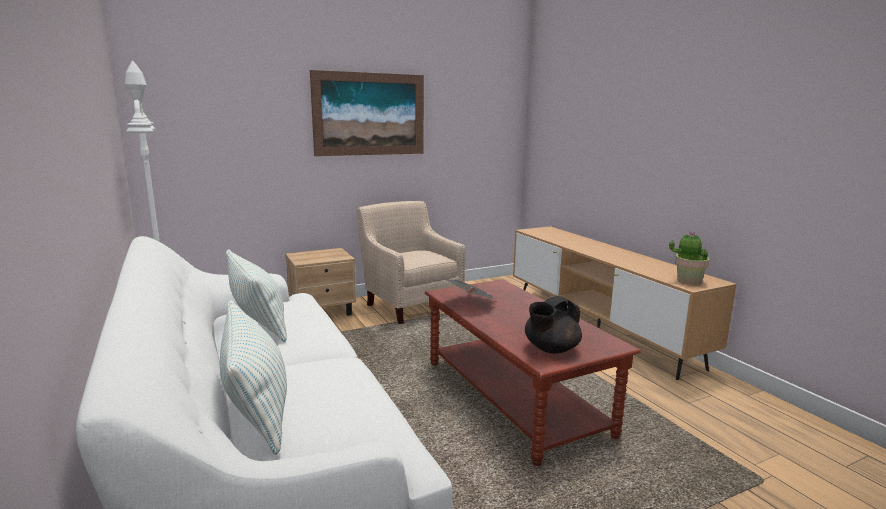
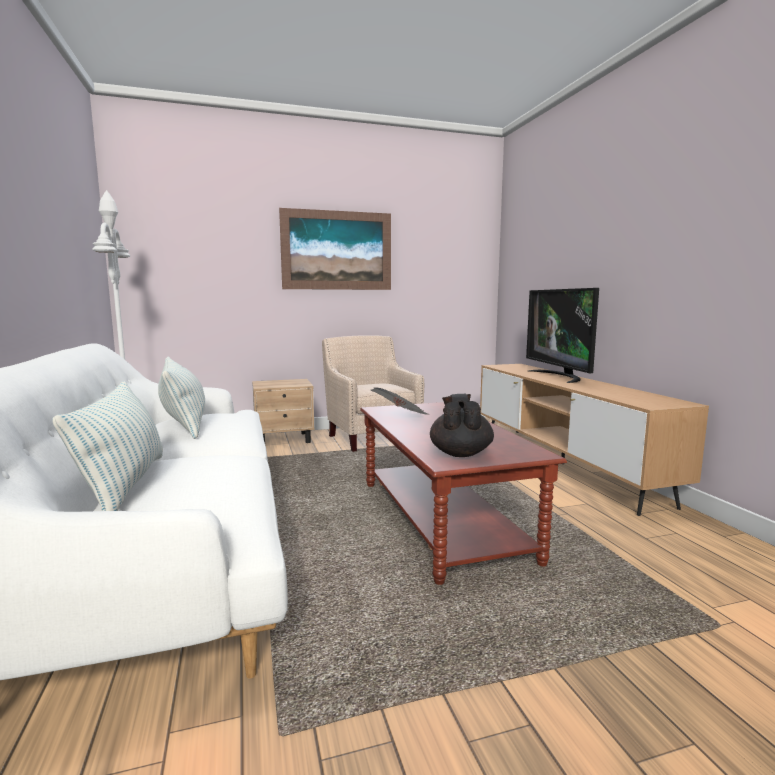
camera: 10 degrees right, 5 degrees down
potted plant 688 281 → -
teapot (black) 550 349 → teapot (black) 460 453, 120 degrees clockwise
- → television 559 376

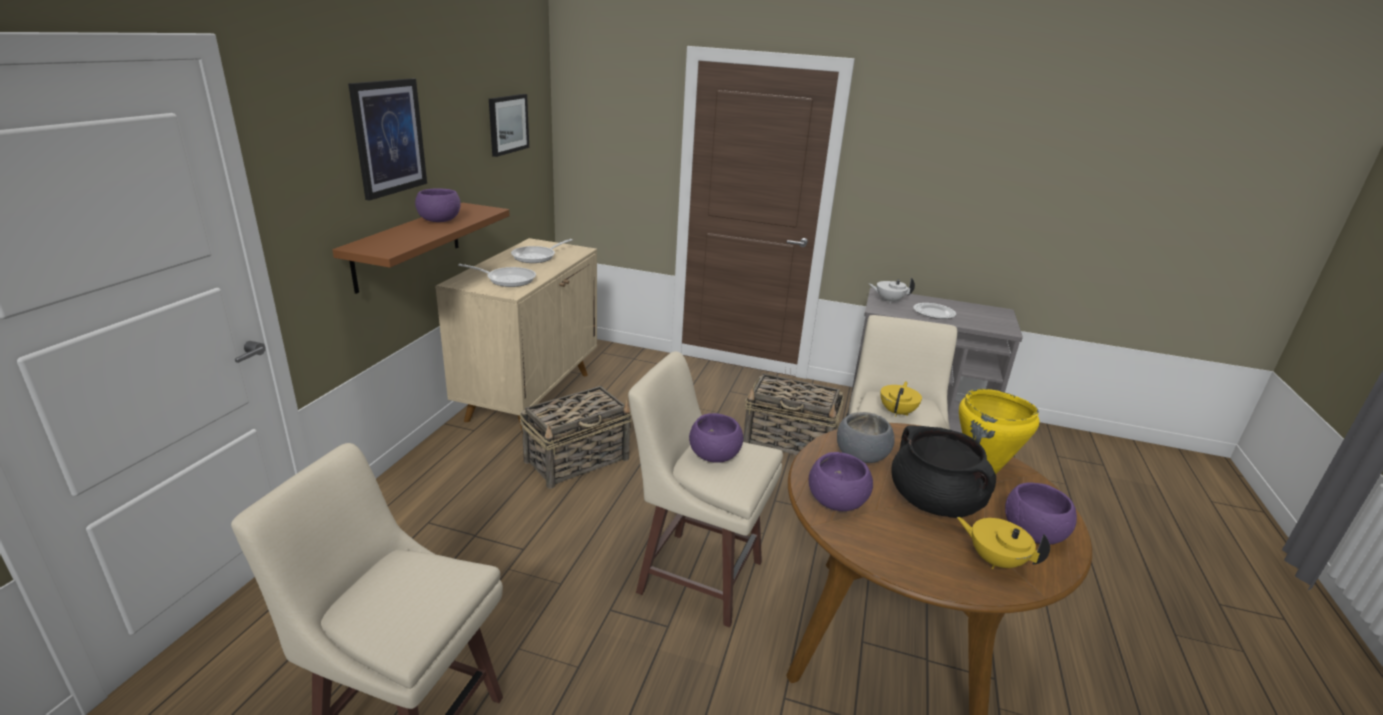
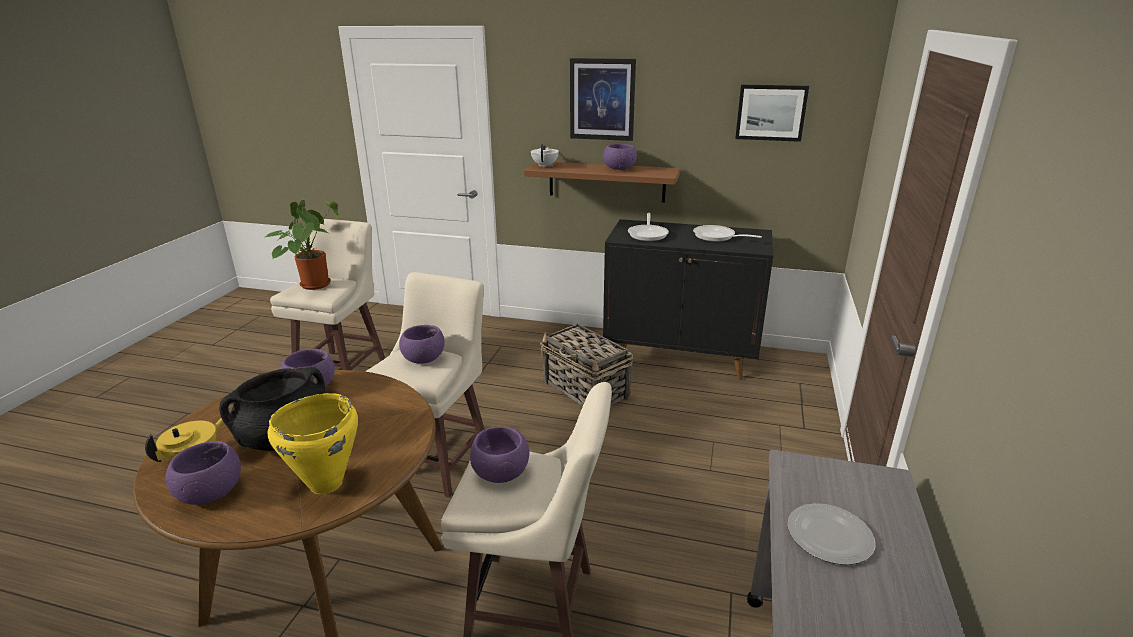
camera: 90 degrees right, 0 degrees up
cabinet (beige) 530 395 → cabinet (black) 681 357
teapot (white) 888 300 → teapot (white) 545 166, relocated
basket 790 441 → -
teapot (yellow) 897 412 → bowl (purple) 501 472
bowl (grey) 861 455 → -
- → potted plant 315 283

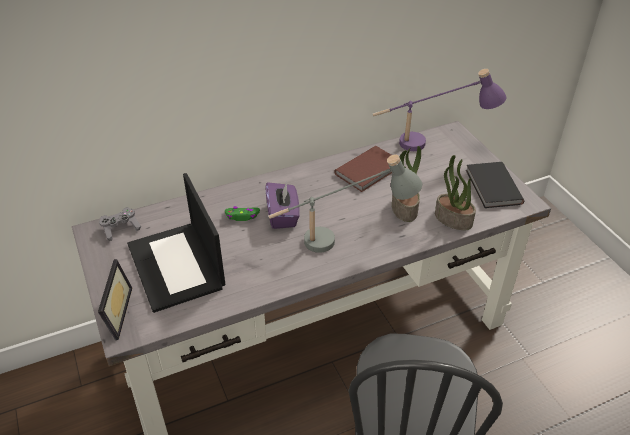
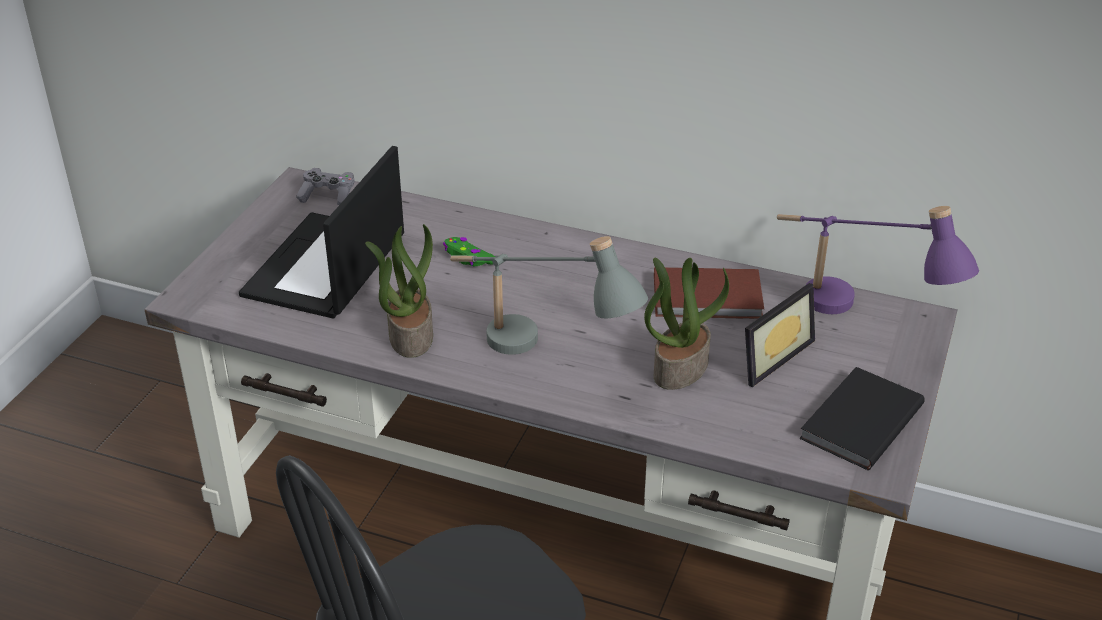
camera: 45 degrees right, 5 degrees down
potted plant 452 219 → potted plant 409 335, relocated
tissue box (purple) 283 215 → -
picture frame 113 313 → picture frame 769 355, relocated

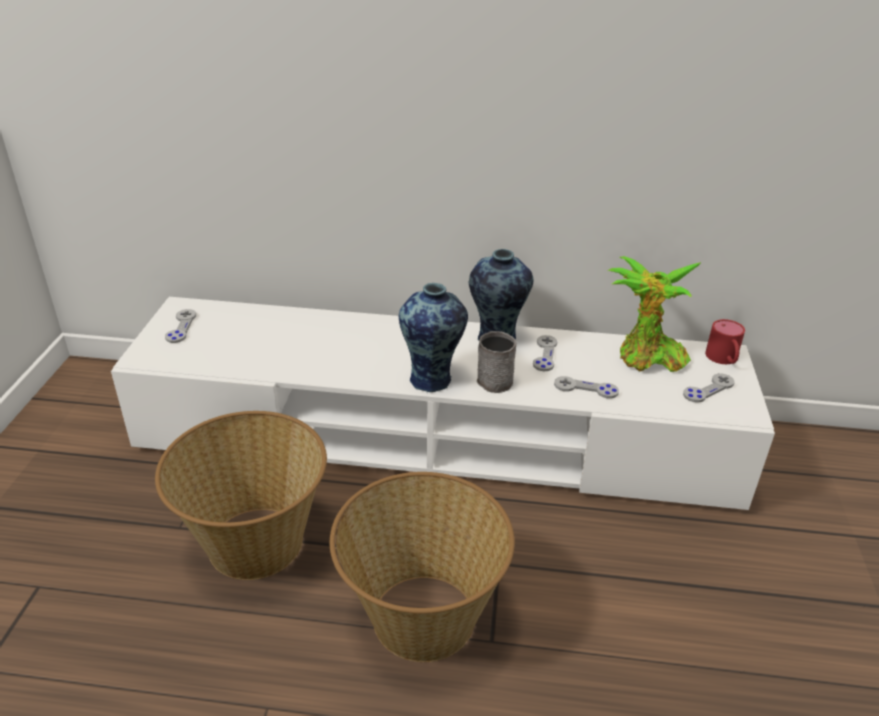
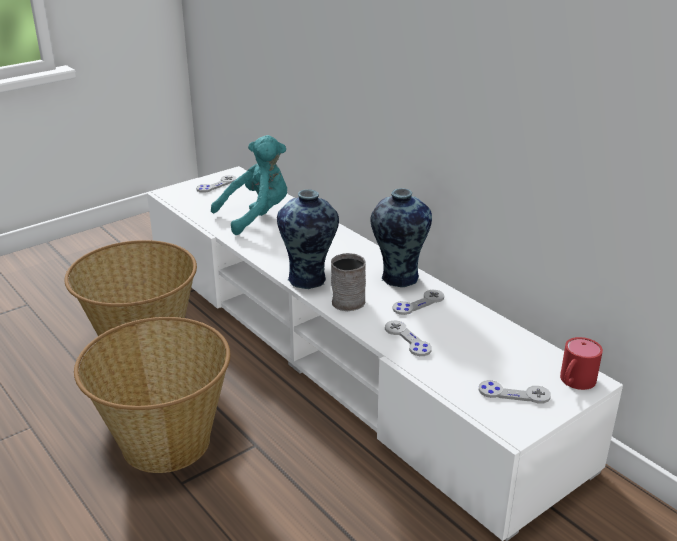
camera: 45 degrees right, 5 degrees down
potted plant 647 358 → -
- → plush toy (turquoise) 256 216

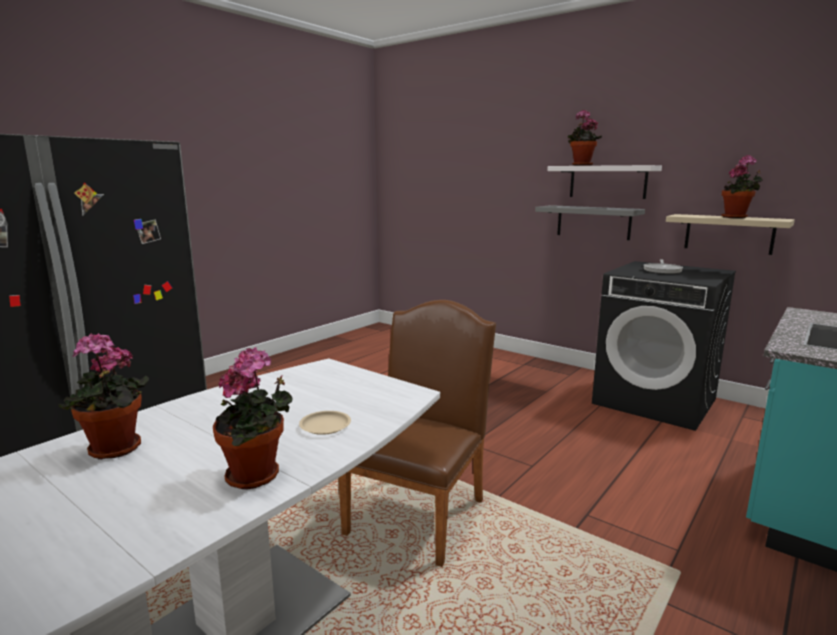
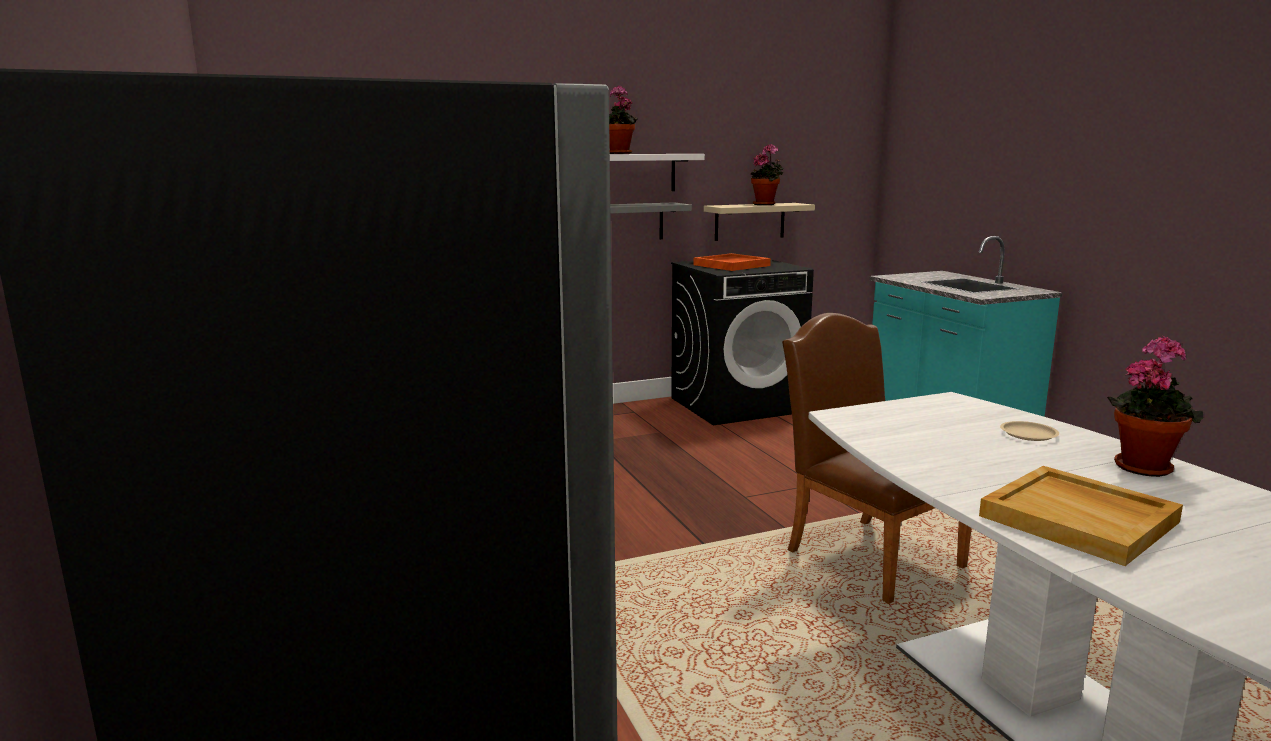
camera: 60 degrees left, 0 degrees up
frying pan 662 270 → tray (orange) 731 265
potted plant 114 451 → tray (beige) 1080 519

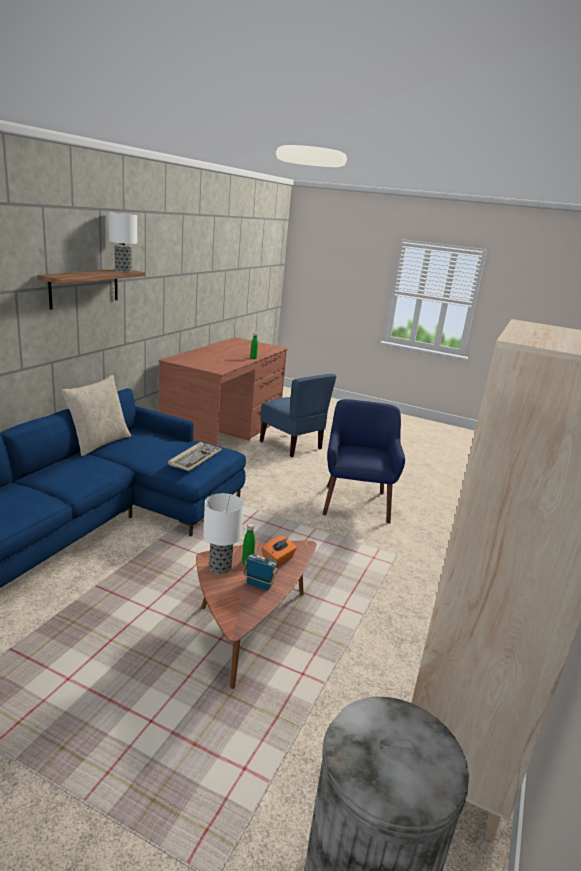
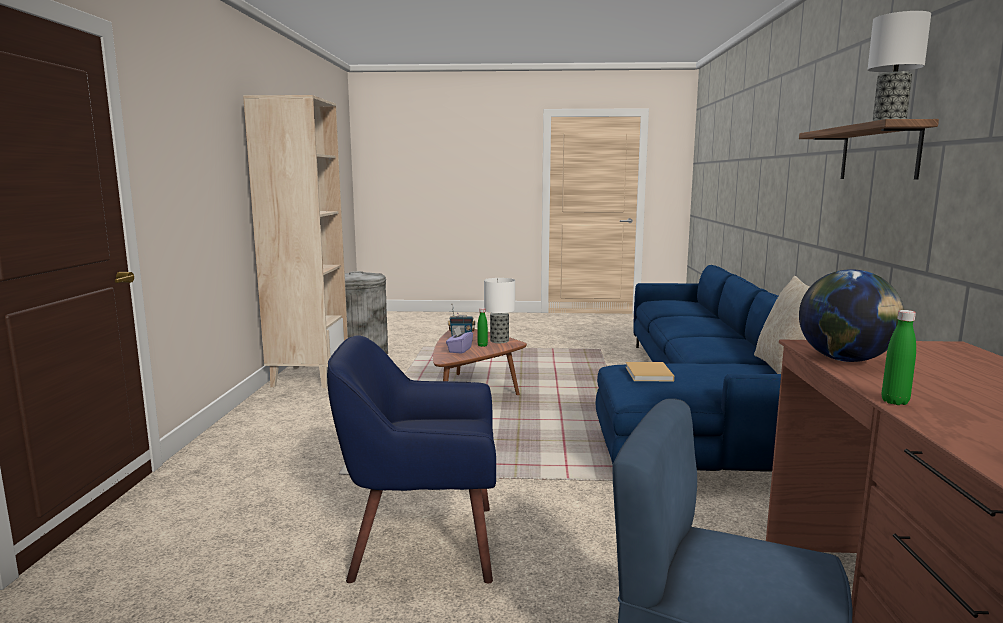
camera: 160 degrees right, 10 degrees down
armchair (blue) 355 503 → armchair (blue) 422 543, 105 degrees clockwise
keyboard 195 458 → book (beige) 649 374
tissue box (orange) 278 560 → tissue box (purple) 459 350
- → globe 845 360

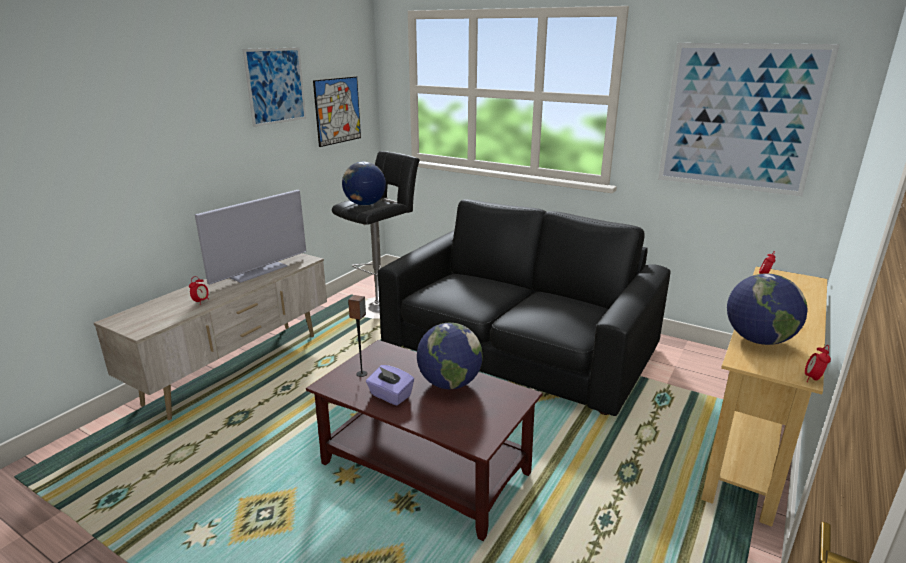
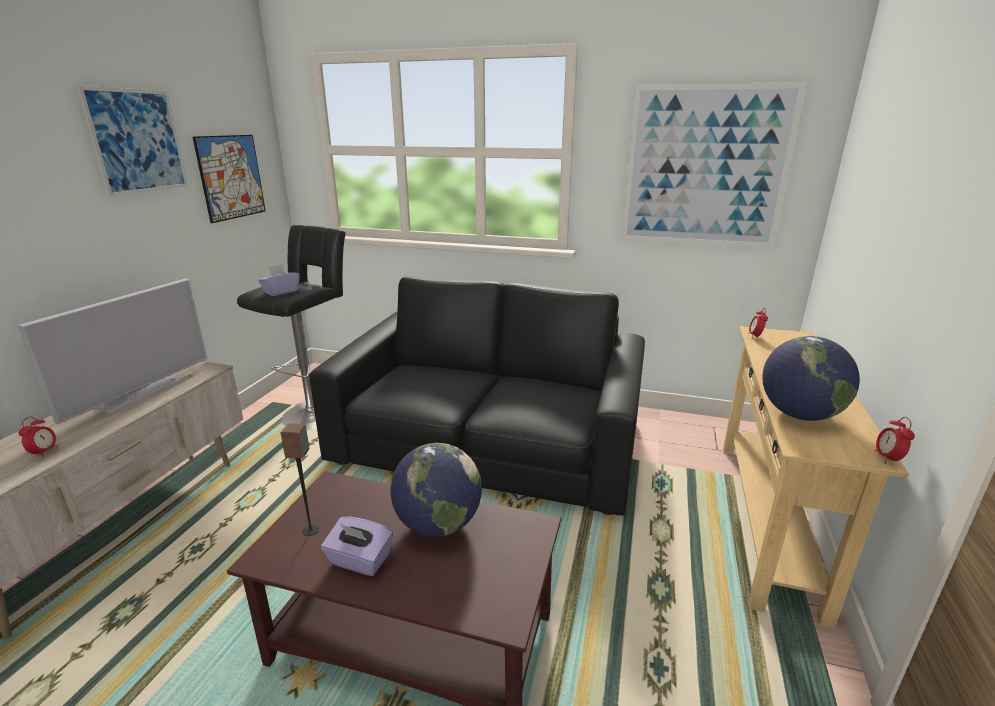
camera: 15 degrees left, 0 degrees up
globe 365 204 → tissue box (purple) 281 292

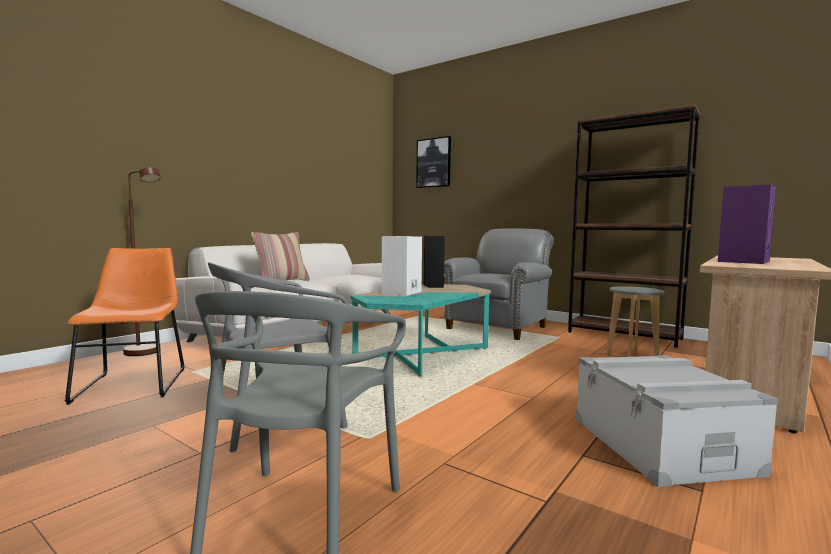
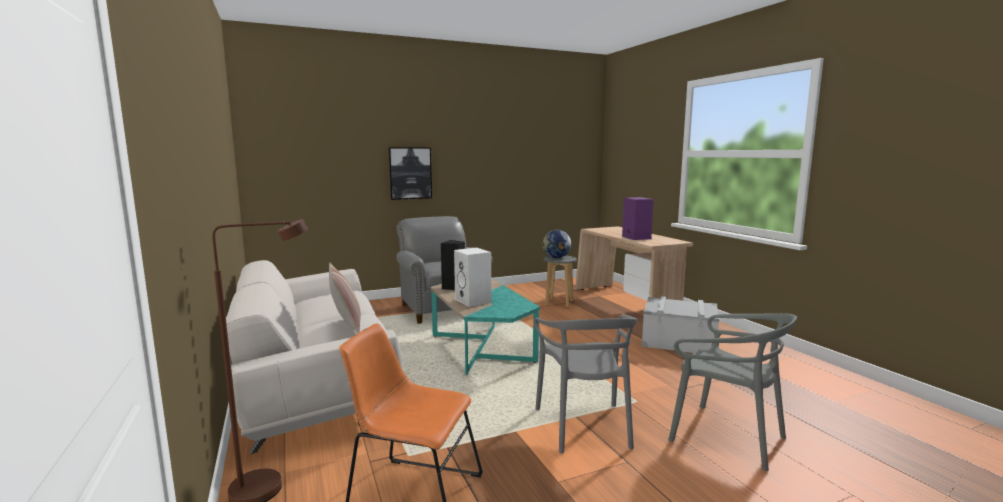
camera: 60 degrees left, 5 degrees up
bookcase (brown) 624 335 → -
picture 434 163 → picture 410 173, relocated
- → globe 556 257

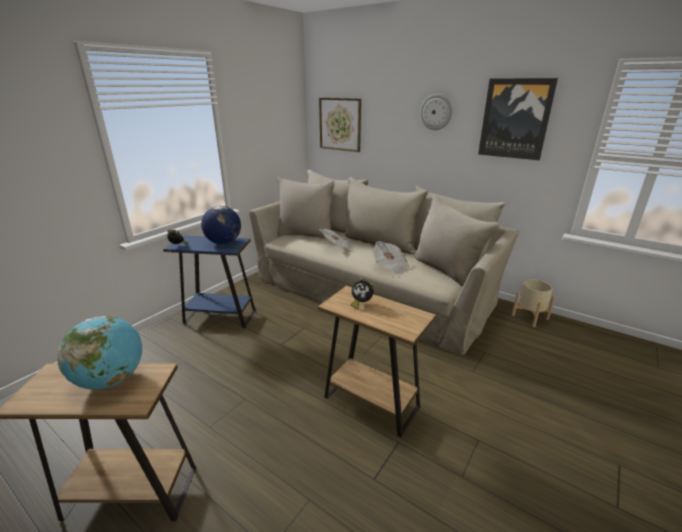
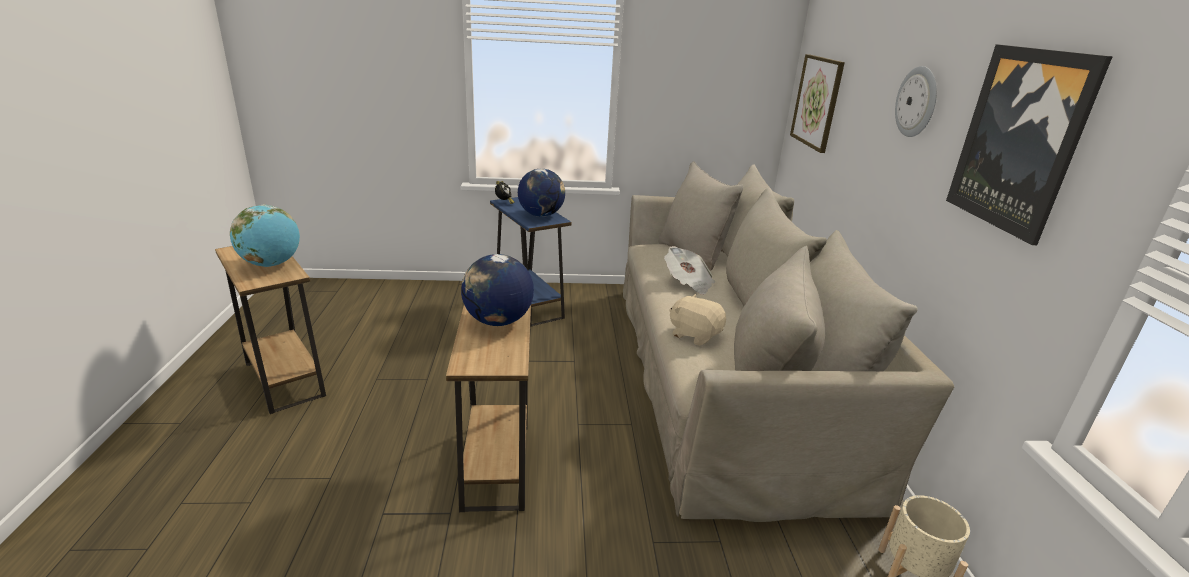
camera: 50 degrees right, 0 degrees up
newspaper 390 267 → plush toy (beige) 695 335
alarm clock 361 303 → globe 498 321

